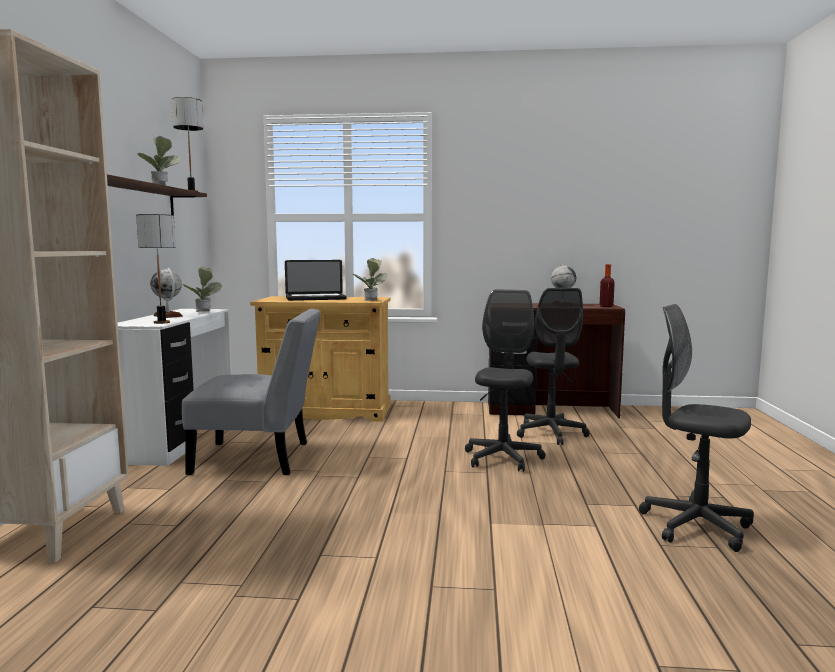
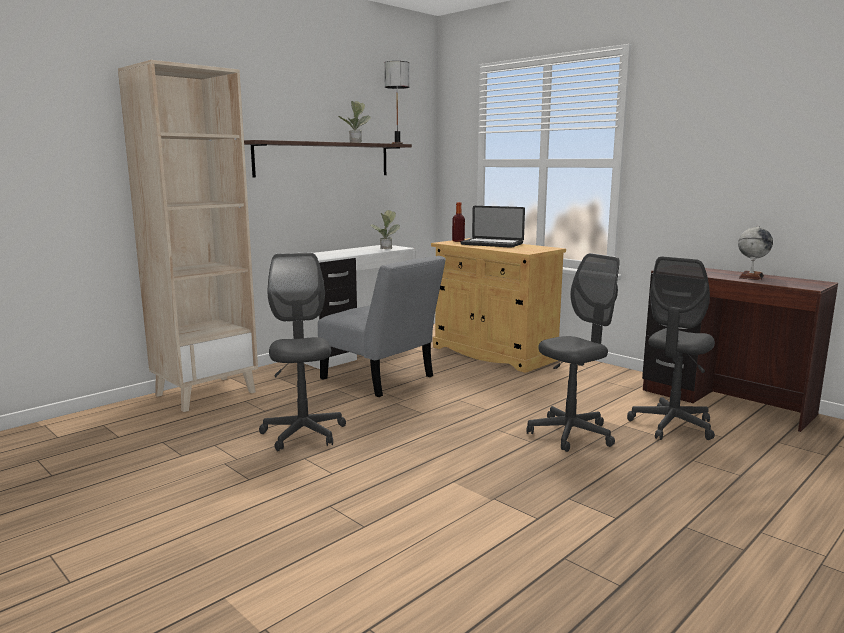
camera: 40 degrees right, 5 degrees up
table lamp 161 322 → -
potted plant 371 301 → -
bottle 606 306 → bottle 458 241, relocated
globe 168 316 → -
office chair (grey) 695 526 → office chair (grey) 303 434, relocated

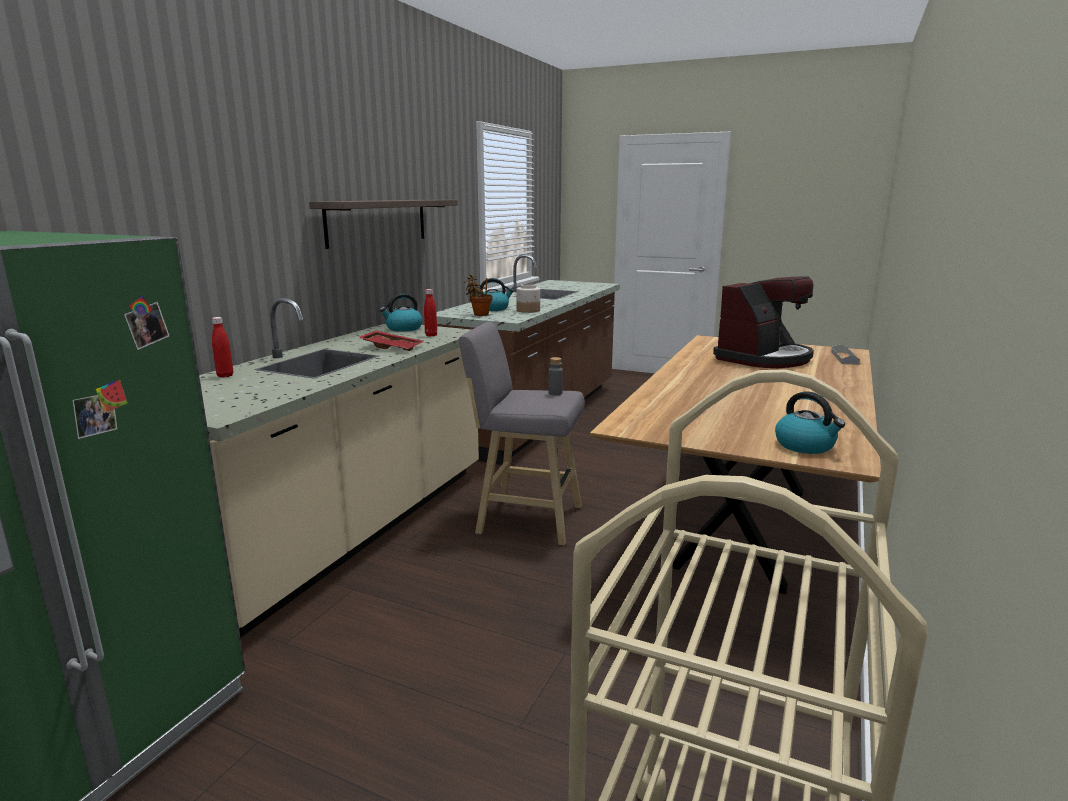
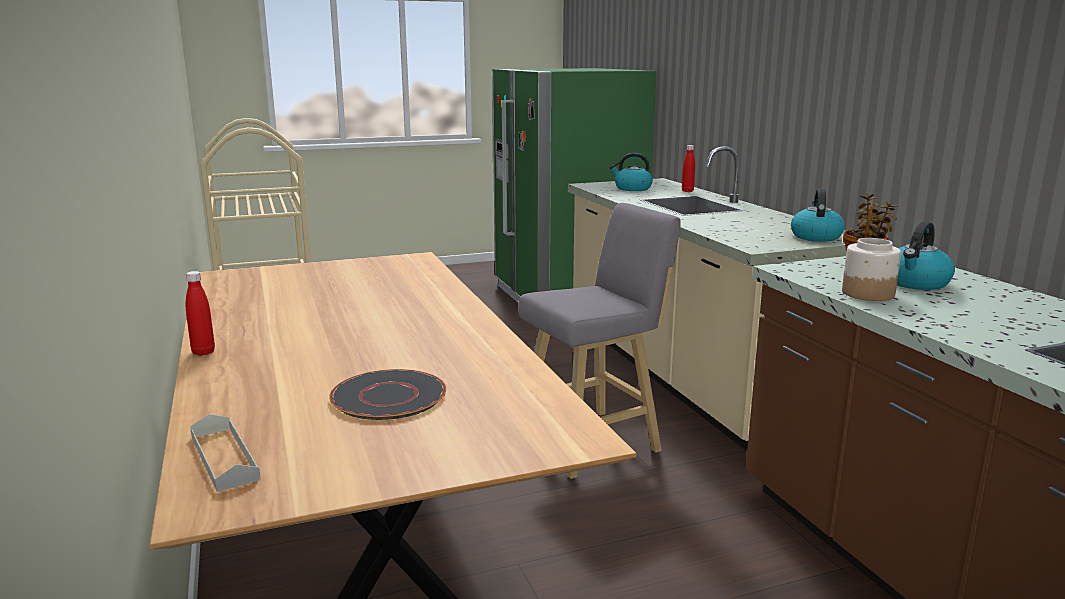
camera: 135 degrees right, 0 degrees up
shelf 377 222 → -
coffee machine 764 358 → plate (black) 389 397
bottle (red) 431 335 → bottle (red) 203 352, relocated
tray (red) 392 347 → -
bottle (grey) 555 393 → -
kettle 805 446 → kettle 632 189, relocated

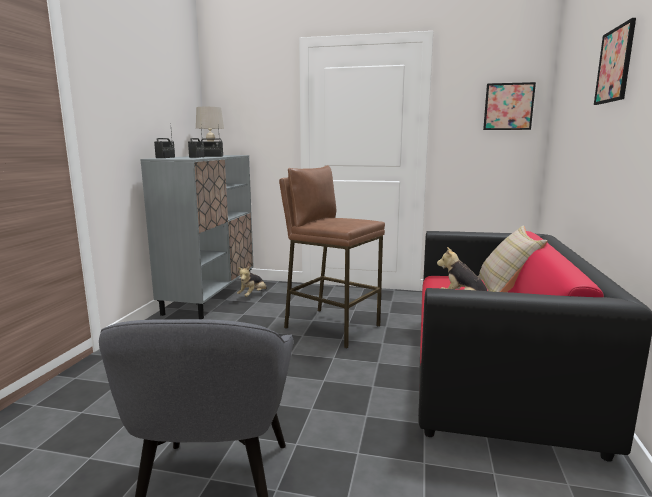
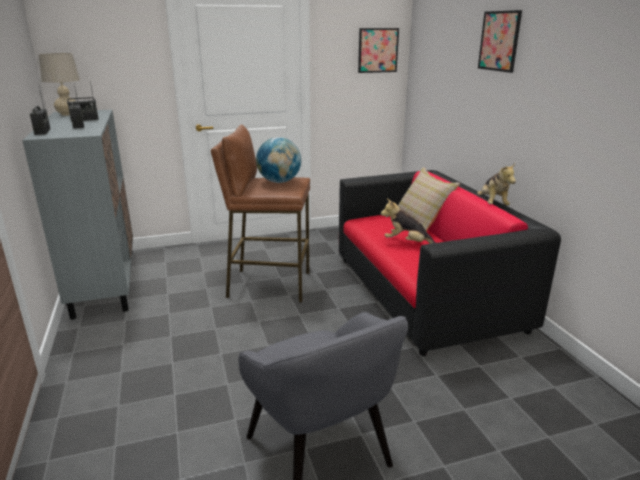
camera: 30 degrees left, 10 degrees up
plush toy 252 295 → plush toy 492 204, relocated
- → globe 279 182

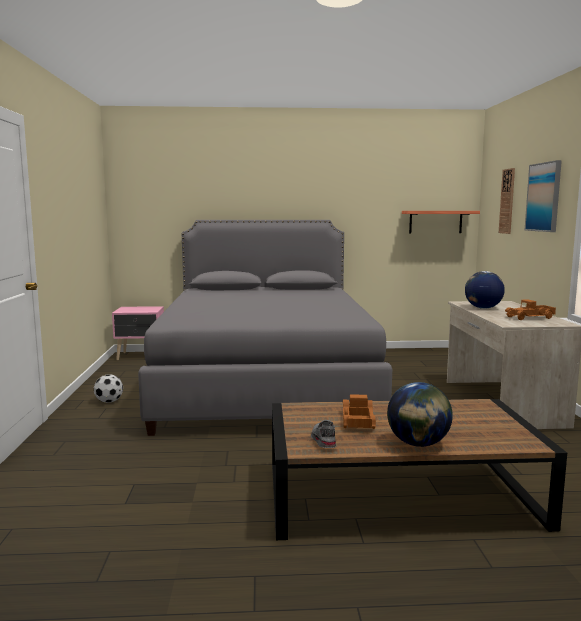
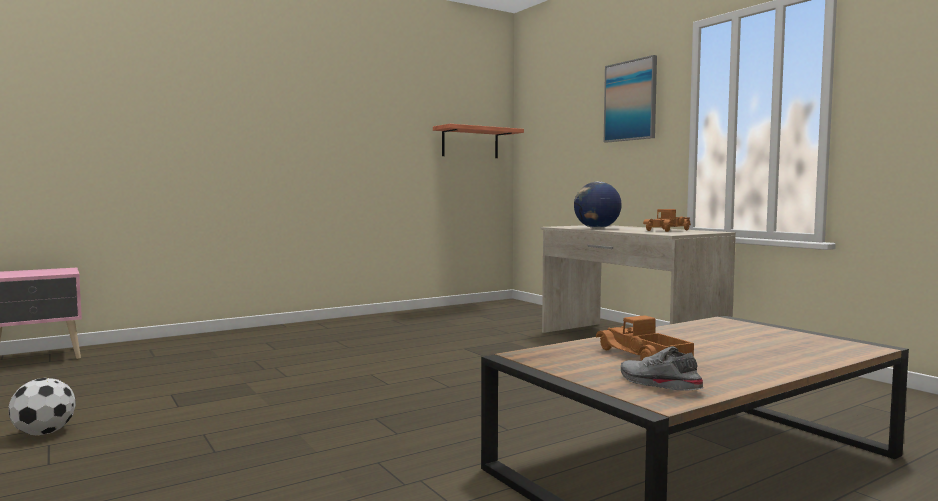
camera: 30 degrees left, 5 degrees down
wall clock 507 201 → -
bed (grey) 265 383 → -
globe 418 444 → -

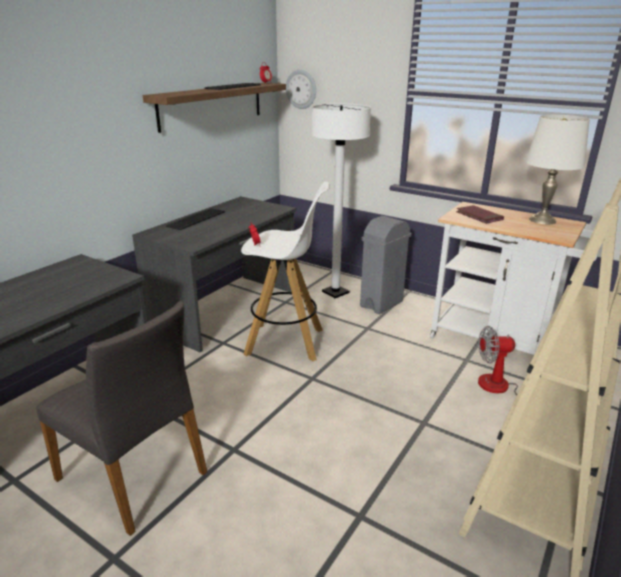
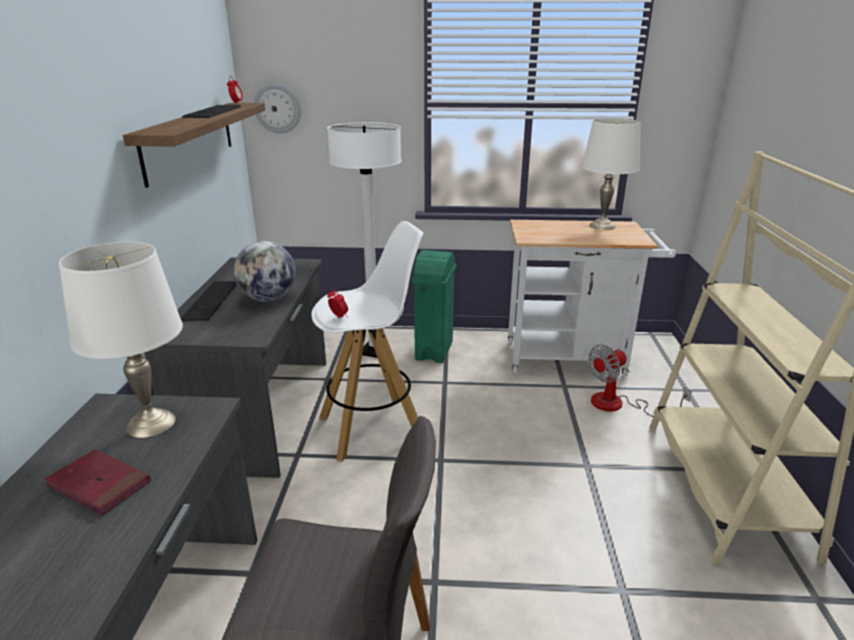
camera: 30 degrees left, 0 degrees up
book (red) 479 216 → book (red) 99 484, relocated
trash can (grey) 381 304 → trash can (green) 433 351
- → globe 268 298
- → table lamp (white) 150 423

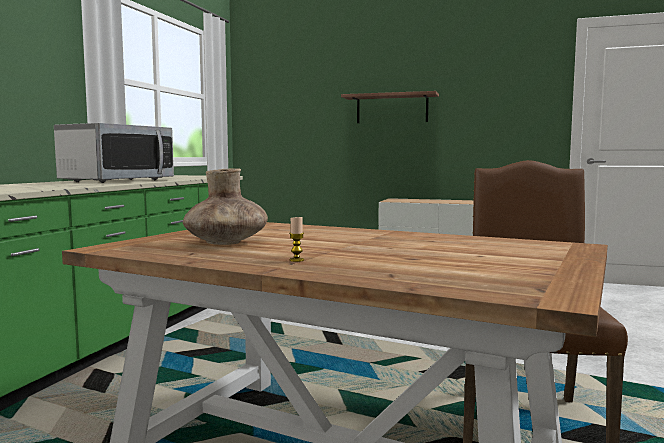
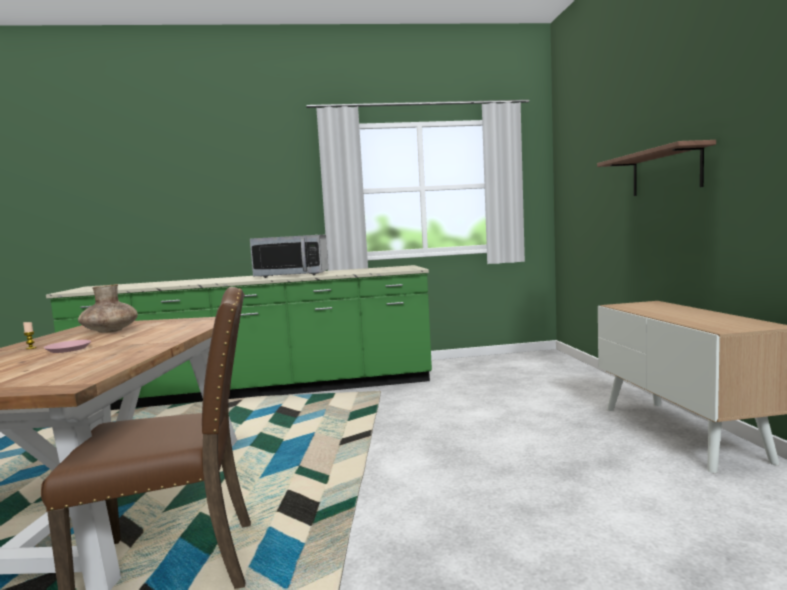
camera: 65 degrees right, 0 degrees up
- → plate (pink) 68 349

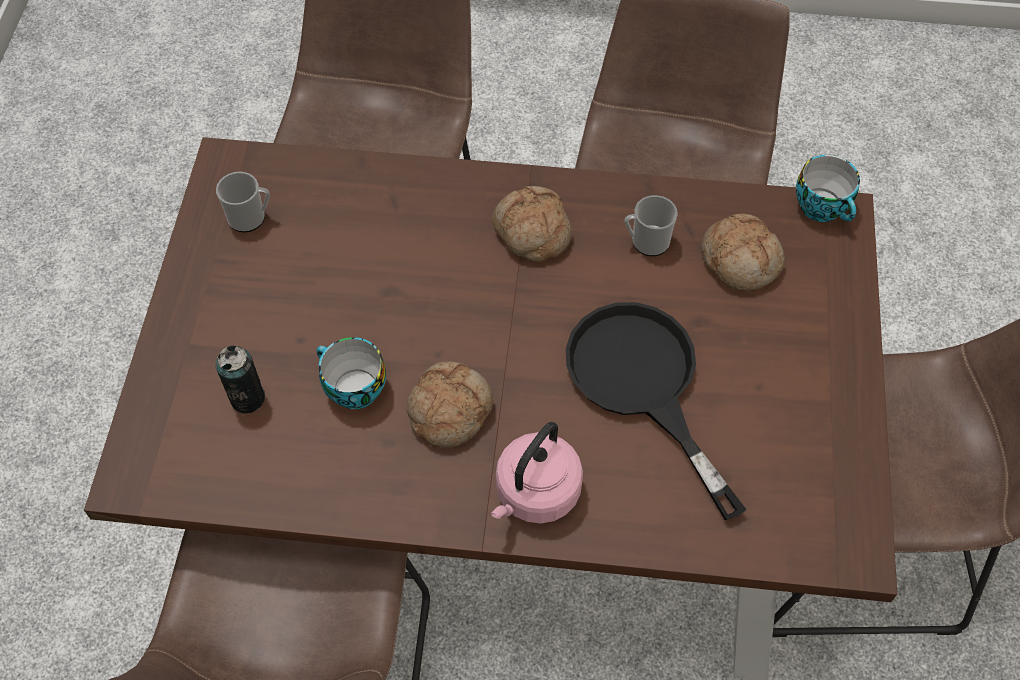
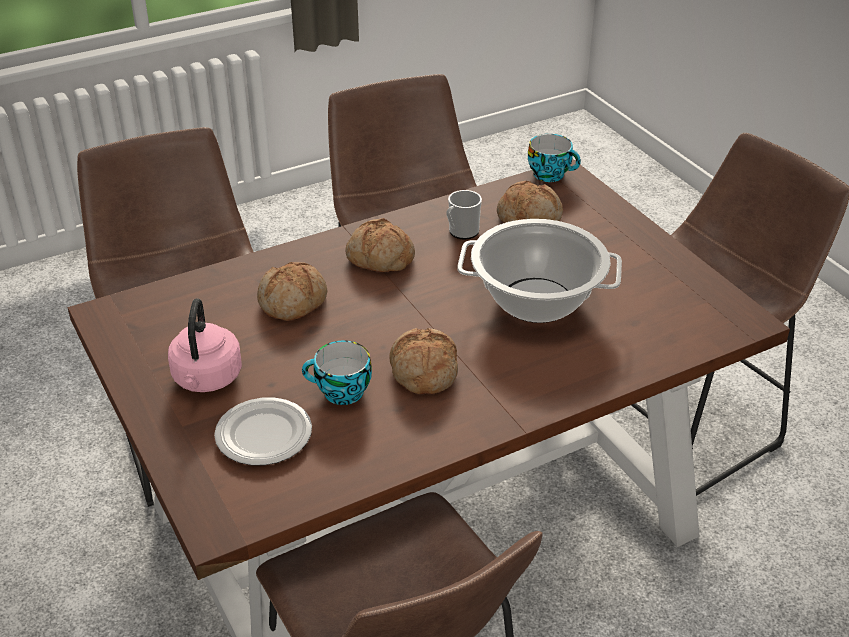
camera: 35 degrees left, 20 degrees down
mug 251 218 → -
frying pan (black) 642 384 → cooking pot 536 301
can 247 398 → plate 264 435
kettle (pink) 535 494 → kettle (pink) 207 379, relocated
- → bread 294 302

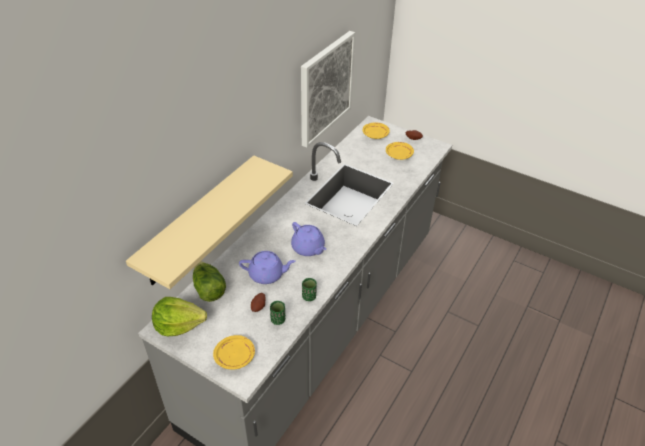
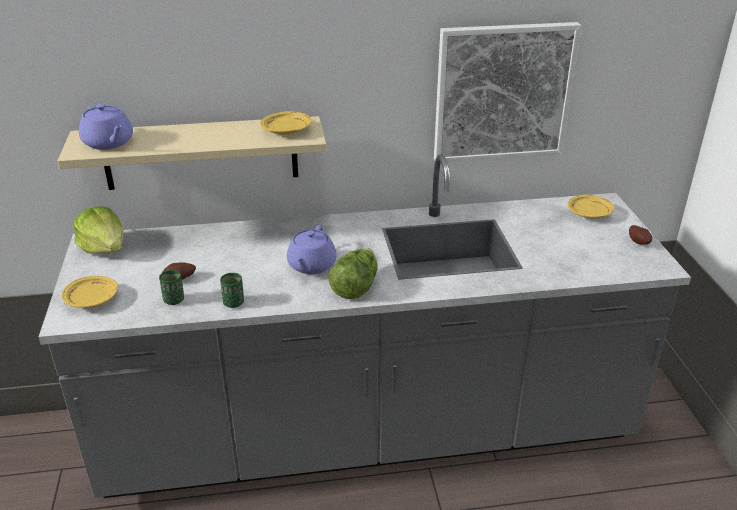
camera: 50 degrees right, 10 degrees down
plate (yellow) 399 155 → plate (yellow) 287 131, relocated
teapot (purple) 267 274 → teapot (purple) 109 143, relocated
lettuce 208 289 → lettuce 355 286, relocated

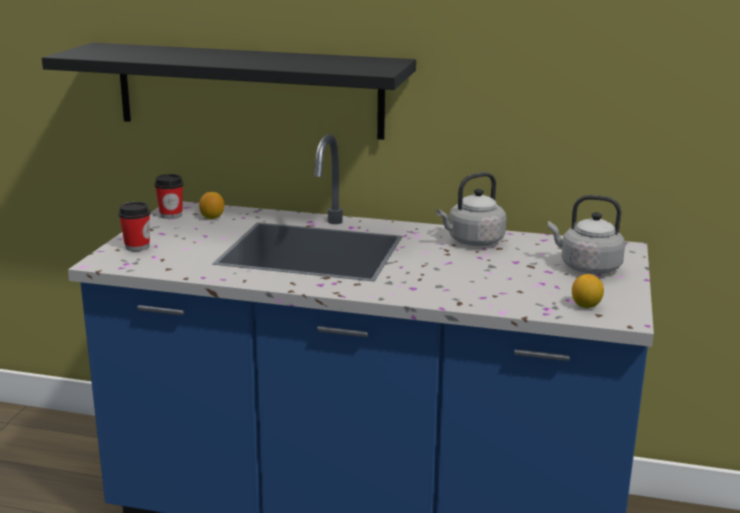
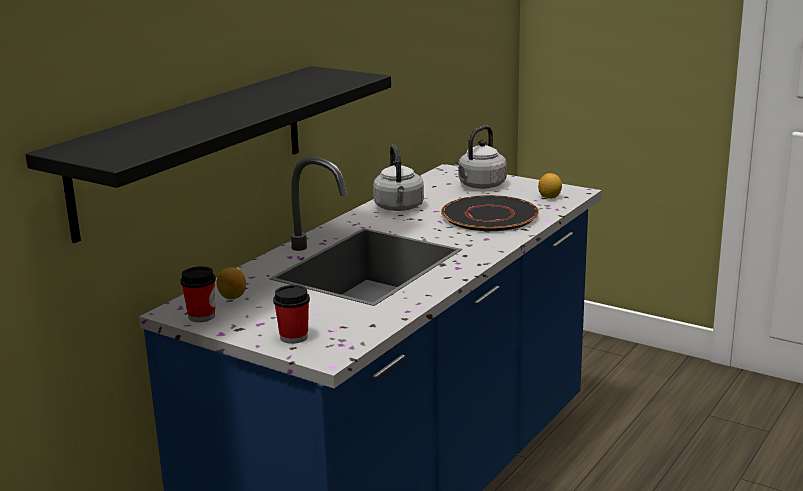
camera: 70 degrees left, 0 degrees up
- → plate (black) 489 215

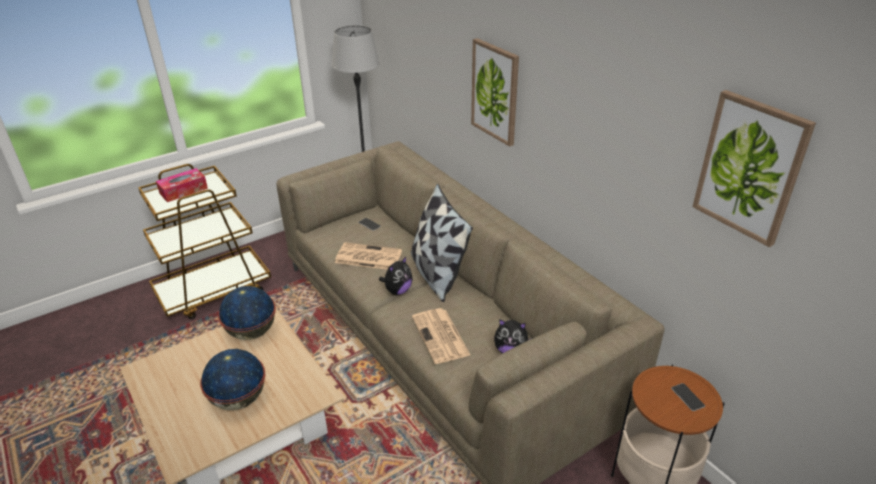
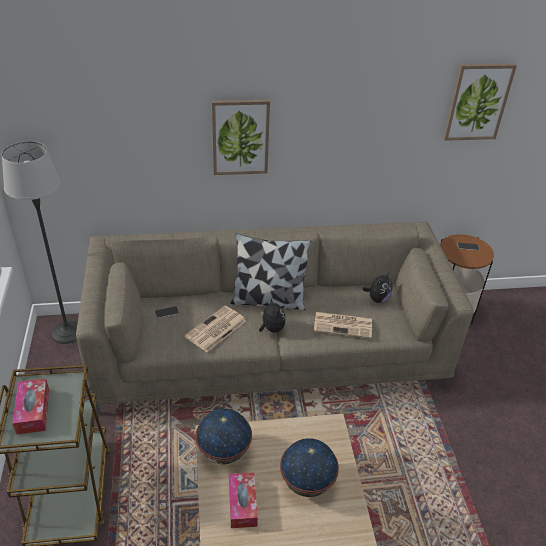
camera: 65 degrees left, 5 degrees up
- → tissue box 242 504

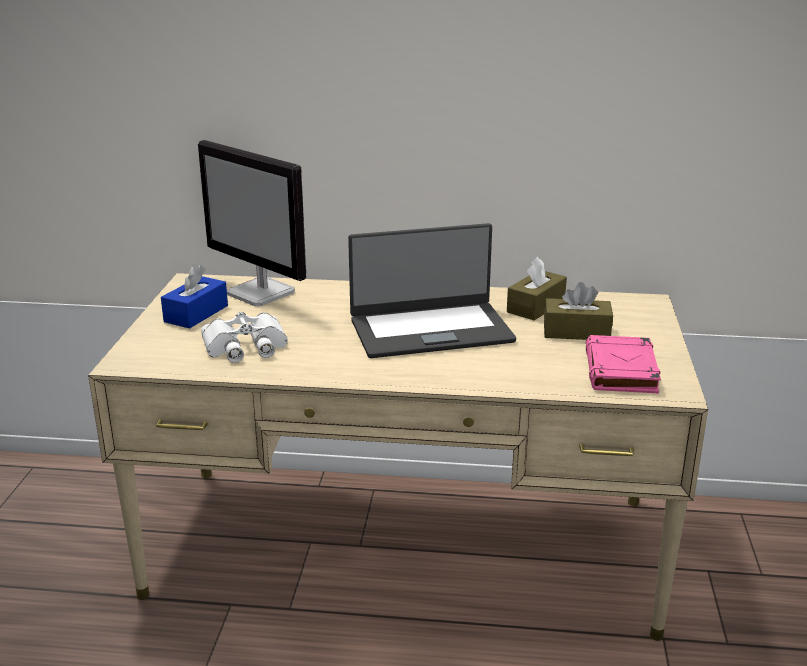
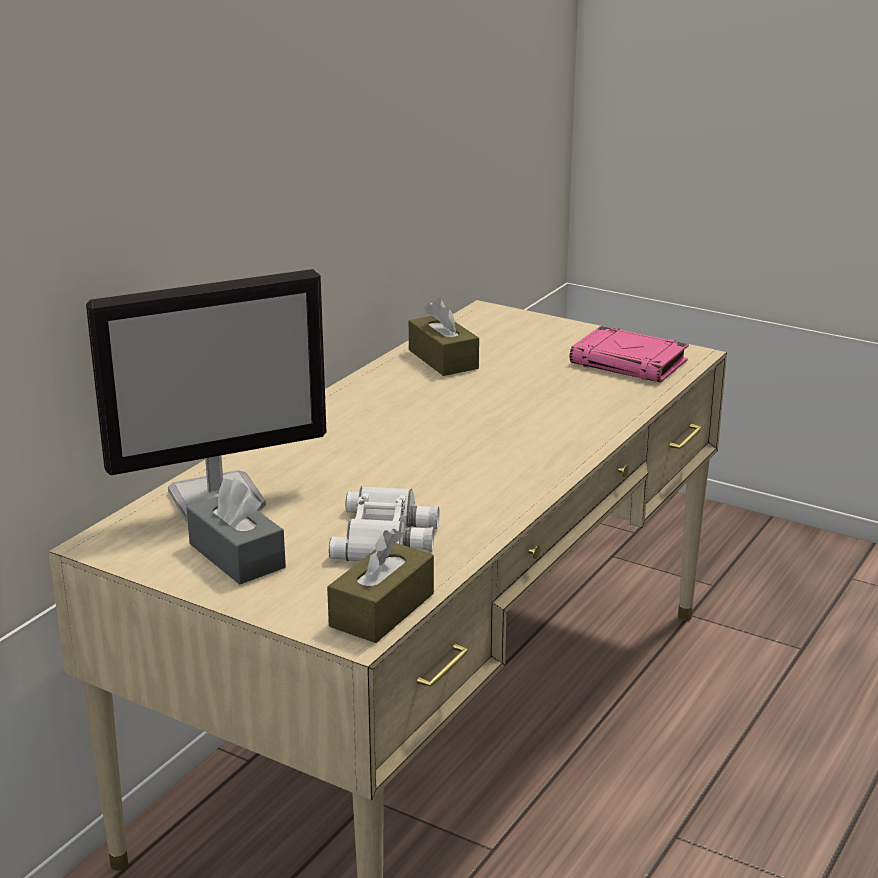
camera: 65 degrees left, 0 degrees up
laptop 430 330 → -
tissue box (blue) 196 314 → tissue box (grey) 237 556
tissue box (brown) 576 332 → tissue box (brown) 382 610, relocated

